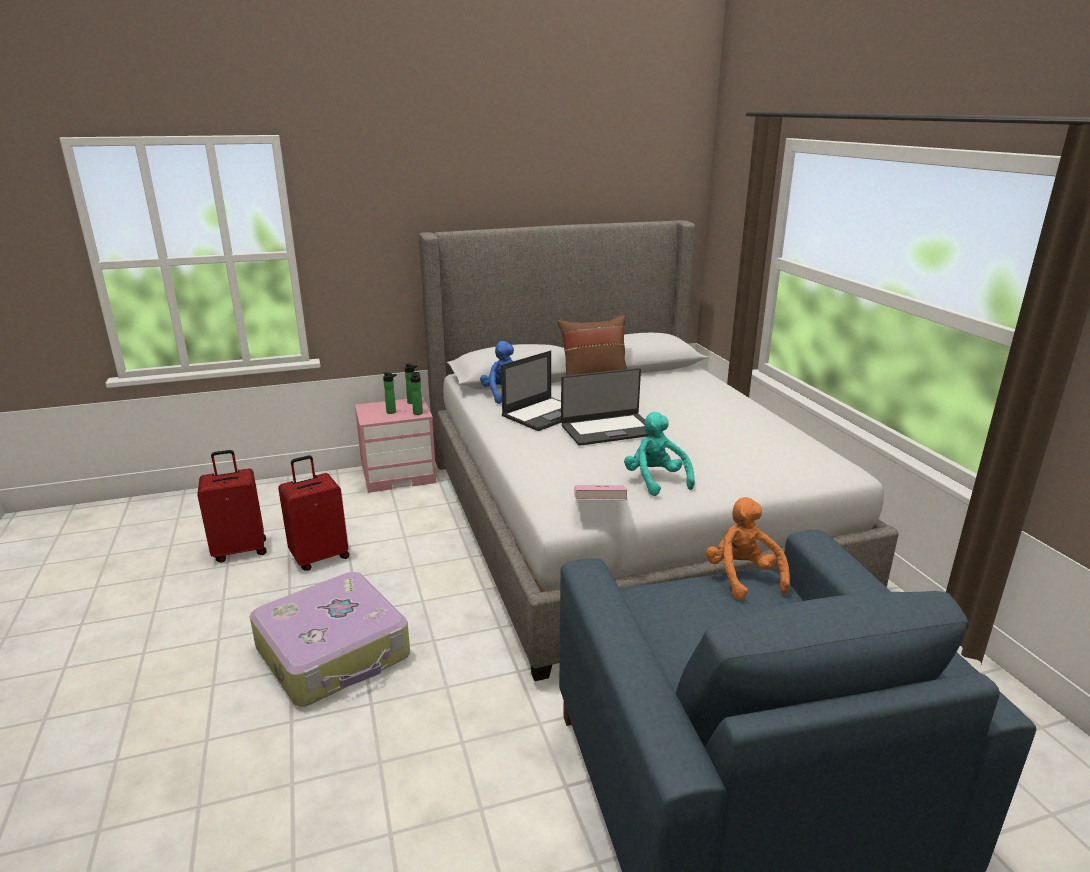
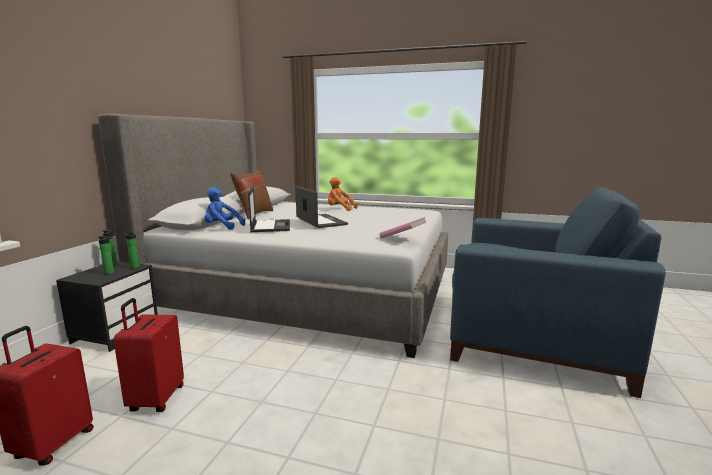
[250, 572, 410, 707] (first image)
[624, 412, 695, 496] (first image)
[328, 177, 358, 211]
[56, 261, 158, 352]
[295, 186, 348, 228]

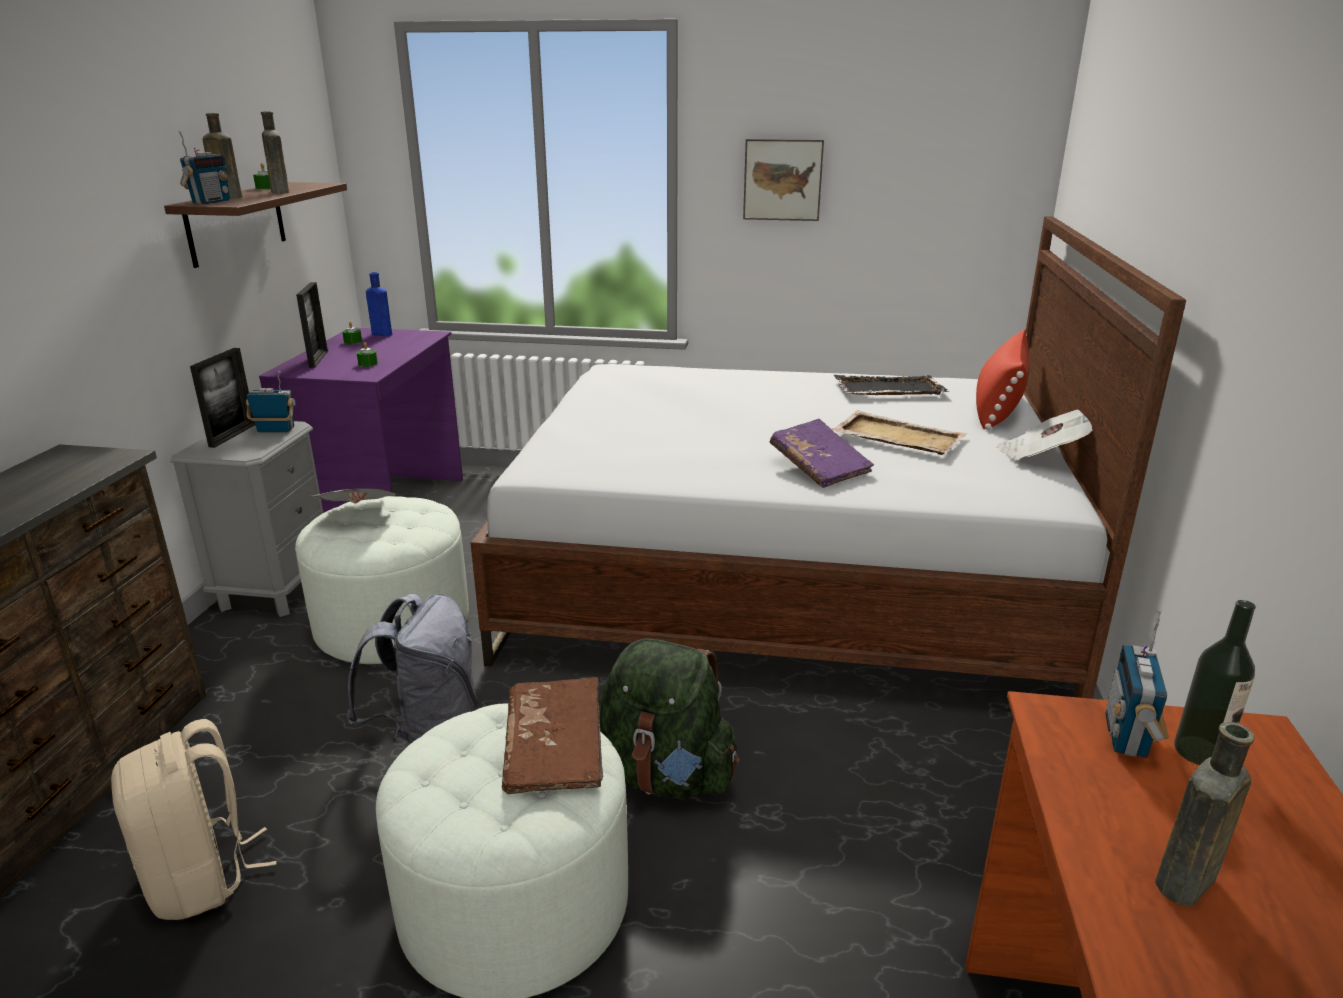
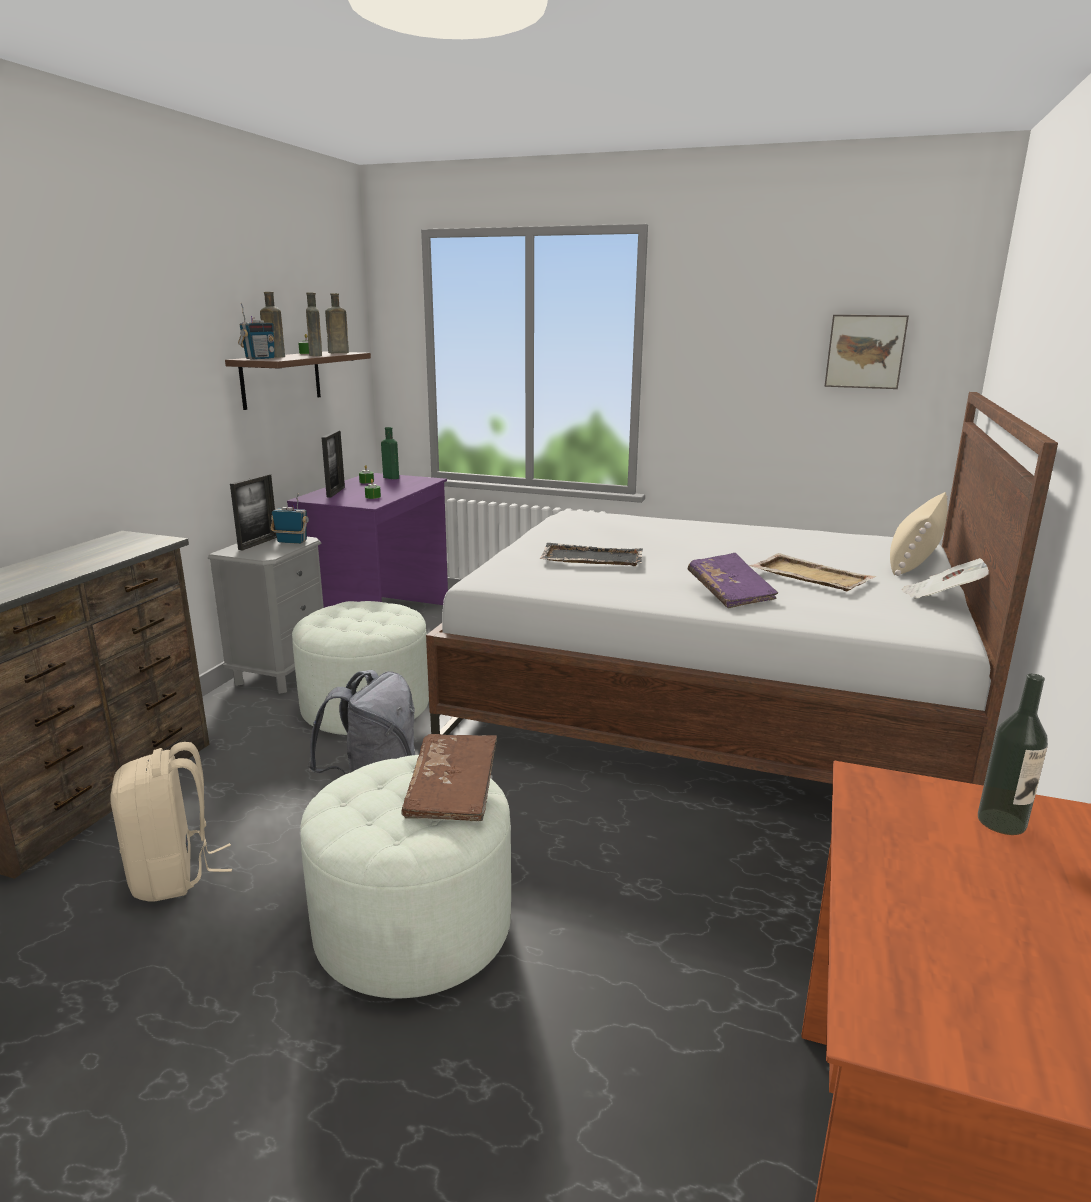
[312, 488, 397, 503] (first image)
[598, 638, 740, 798] (first image)
[1105, 611, 1169, 758] (first image)
[824, 315, 909, 389]
[539, 543, 642, 566]
[325, 293, 349, 353]
[381, 427, 399, 479]
[890, 492, 948, 576]

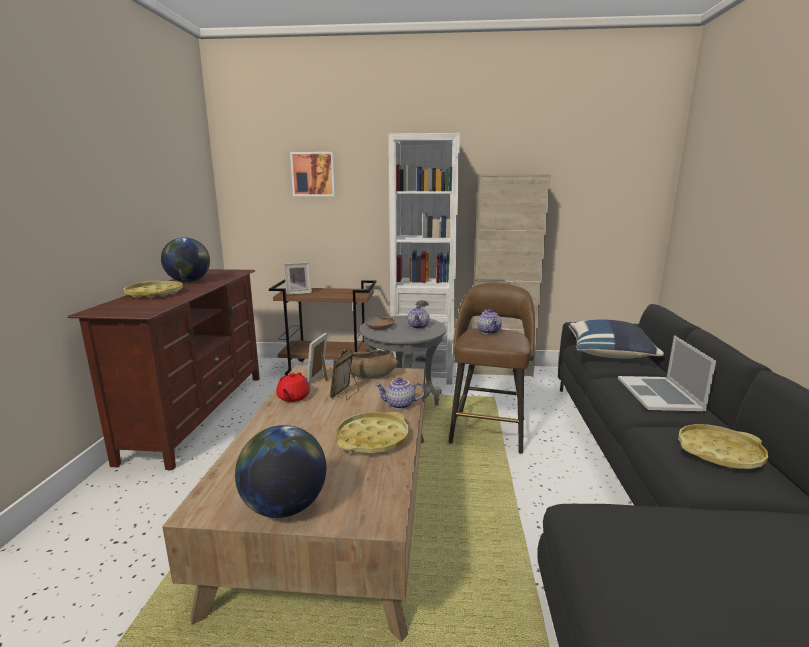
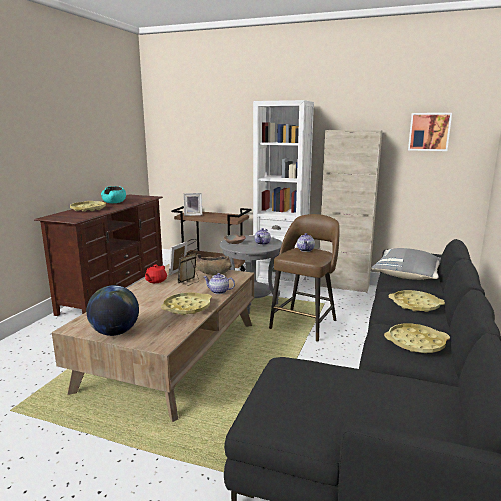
[408, 113, 452, 151]
[101, 186, 126, 204]
[389, 290, 445, 312]
[371, 248, 441, 280]

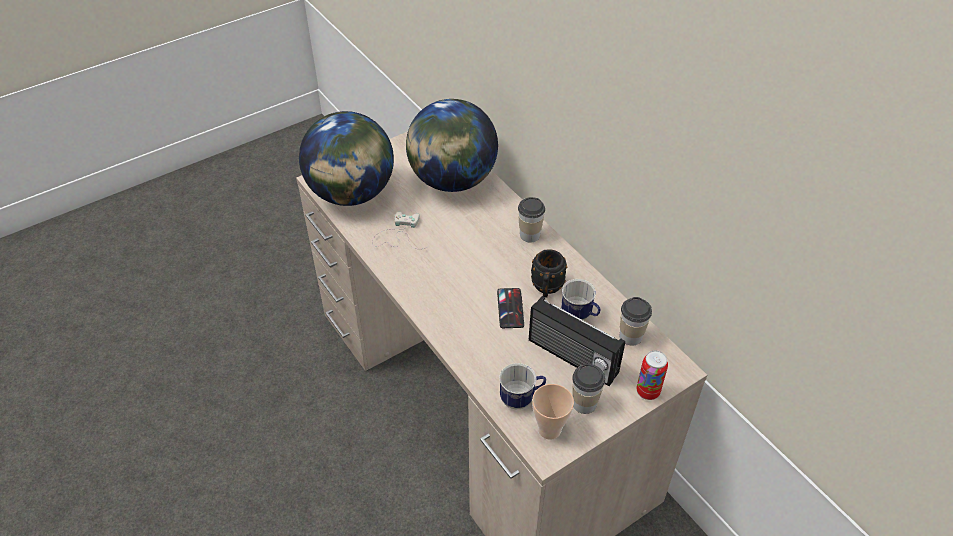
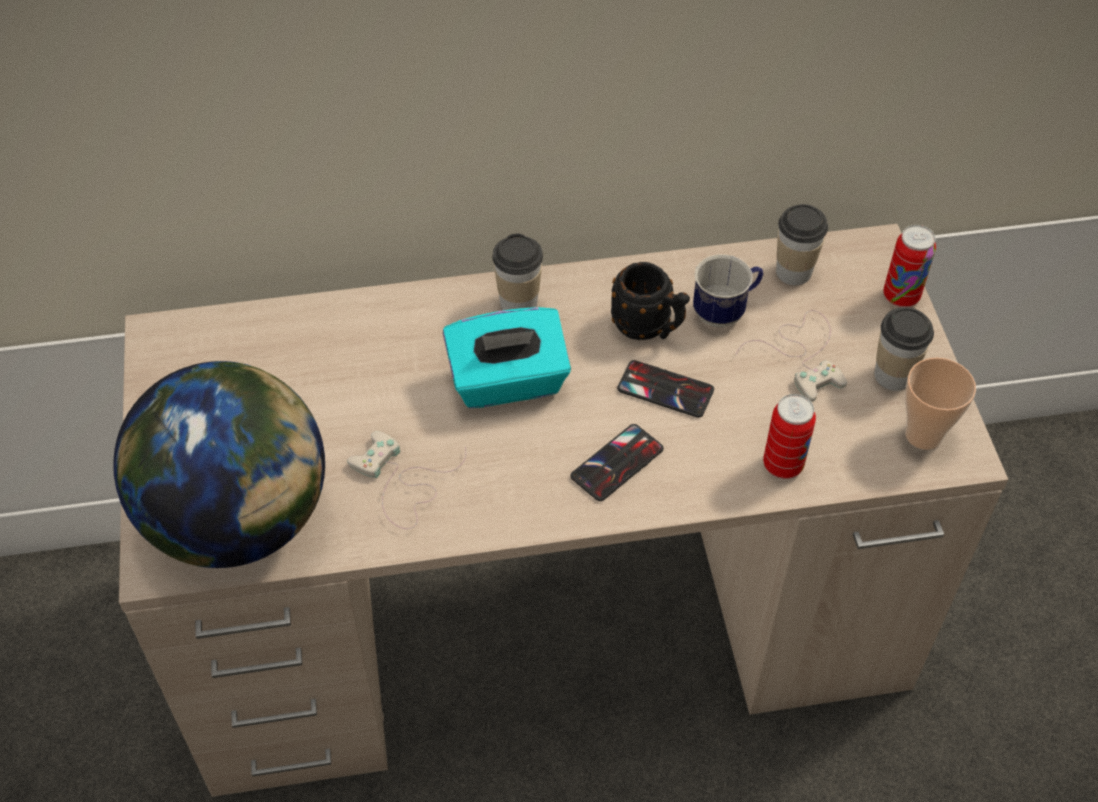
[406, 99, 498, 192] (first image)
[499, 363, 546, 409] (first image)
[443, 307, 571, 408]
[571, 424, 663, 501]
[763, 394, 816, 479]
[736, 310, 847, 402]

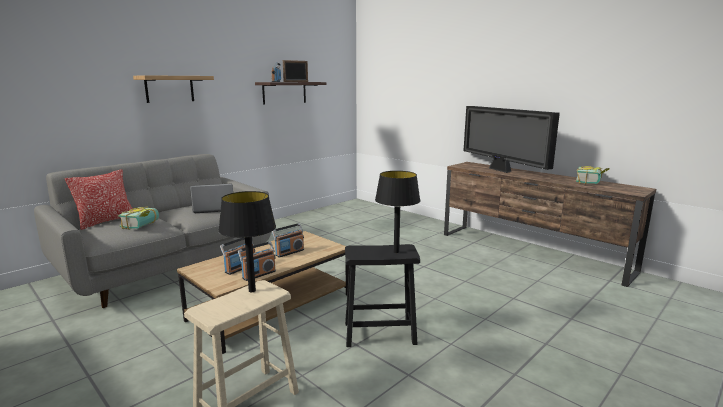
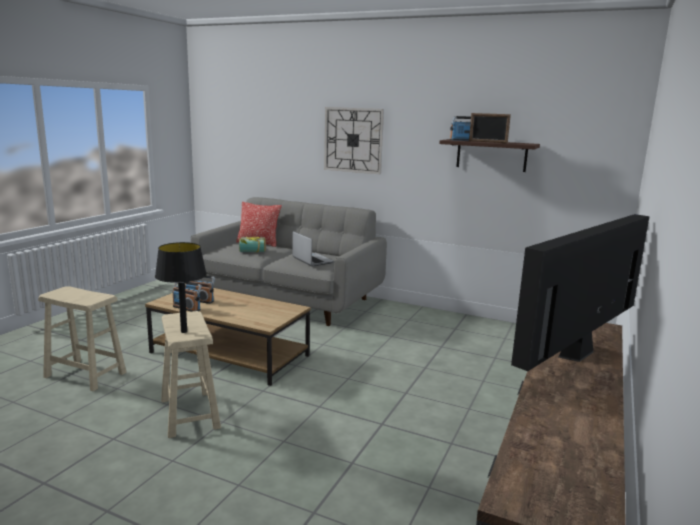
[218, 191, 276, 292] (first image)
[272, 223, 304, 258] (first image)
[576, 166, 610, 184] (first image)
[324, 107, 384, 174]
[161, 311, 221, 438]

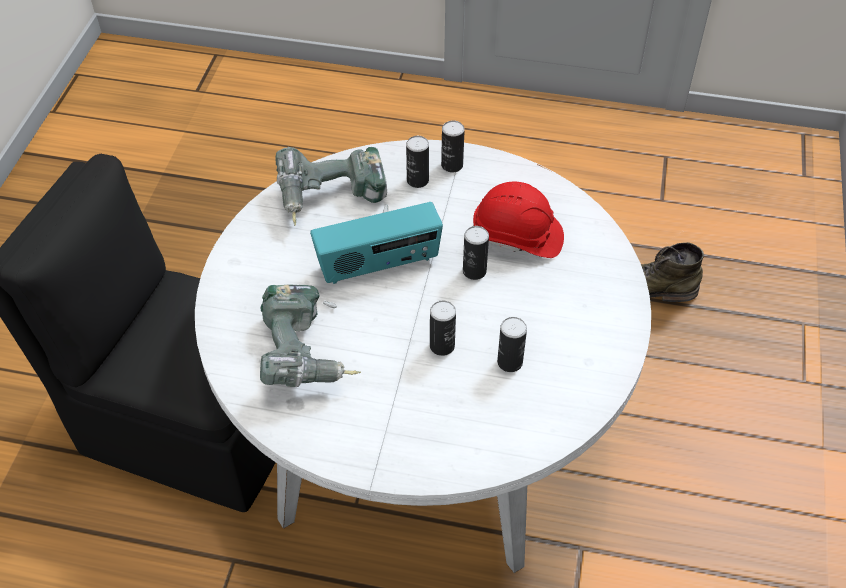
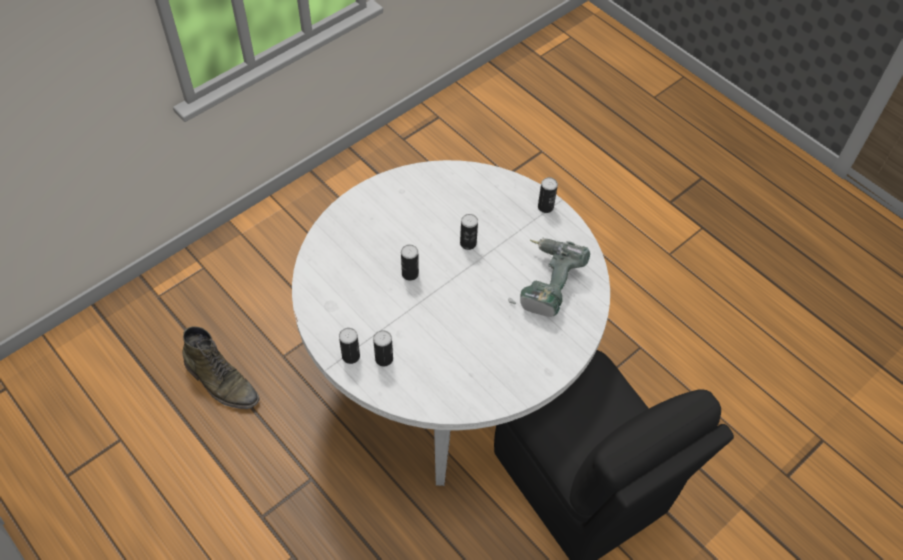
[276, 147, 388, 226] (first image)
[310, 202, 443, 284] (first image)
[473, 182, 564, 258] (first image)
[538, 177, 558, 213]

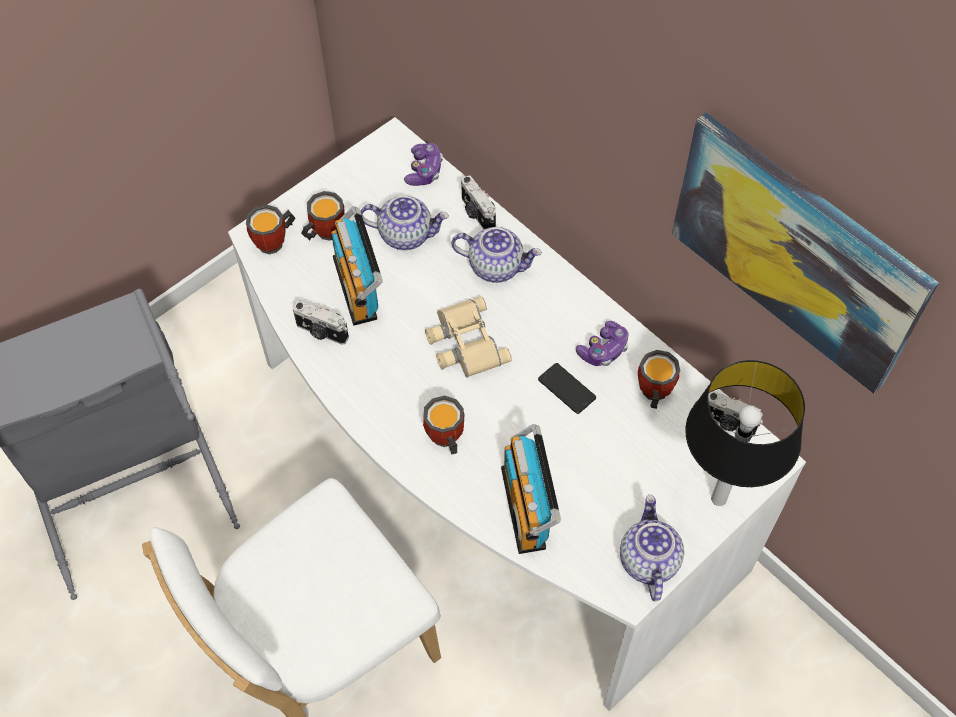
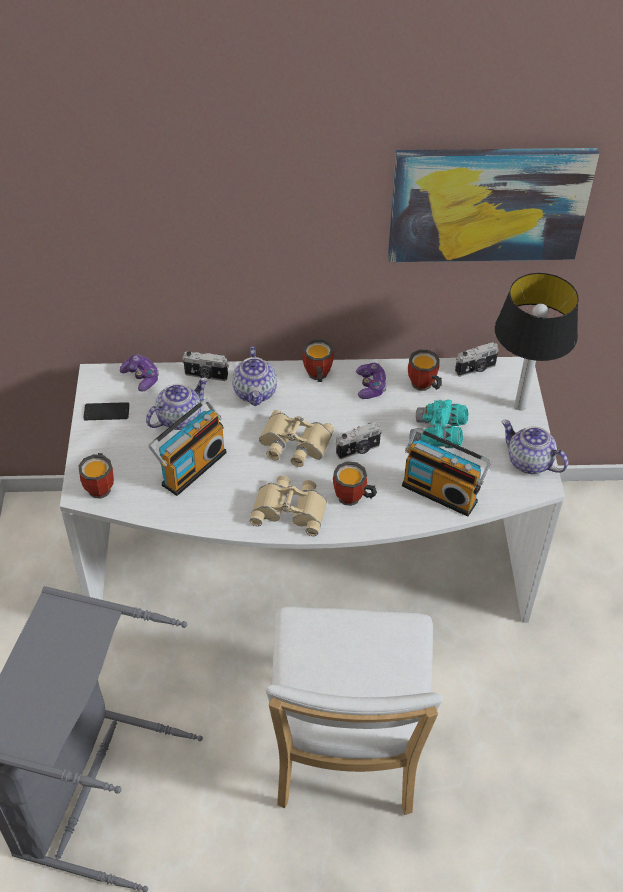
[250, 476, 327, 536]
[409, 399, 468, 448]
[336, 422, 382, 459]
[302, 339, 334, 382]
[83, 402, 129, 420]
[148, 399, 227, 496]
[232, 347, 277, 406]

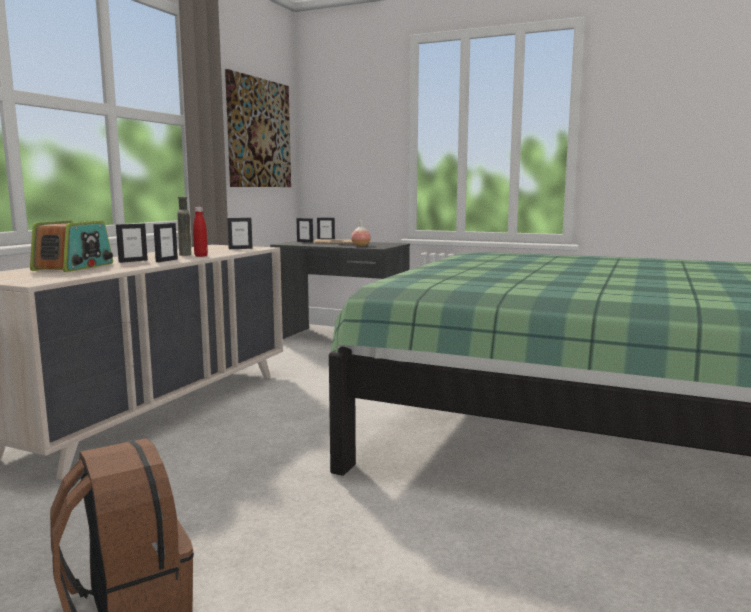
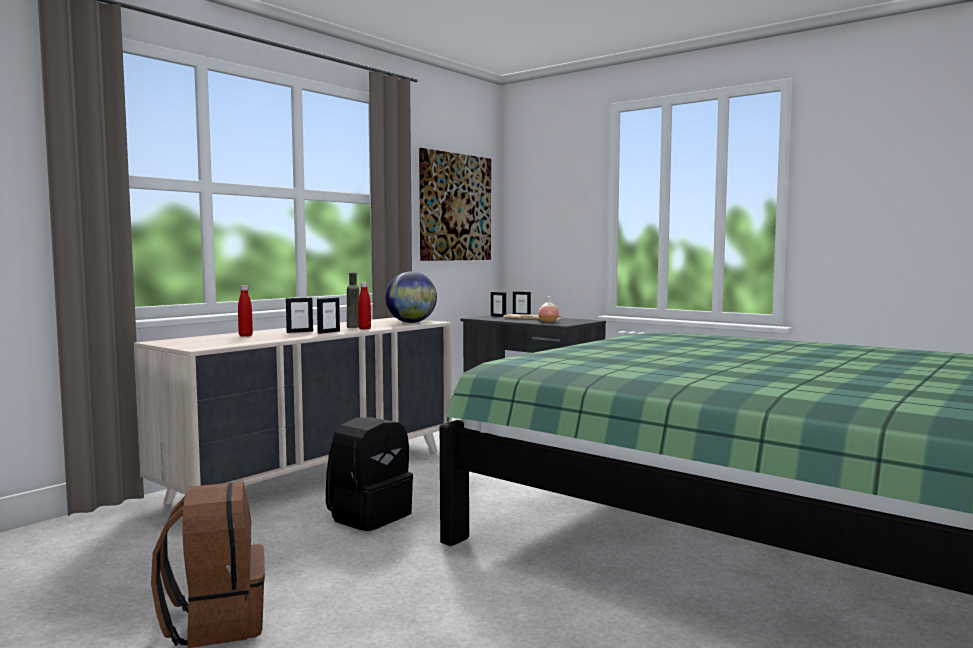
[326, 417, 413, 531]
[238, 285, 253, 337]
[385, 272, 437, 323]

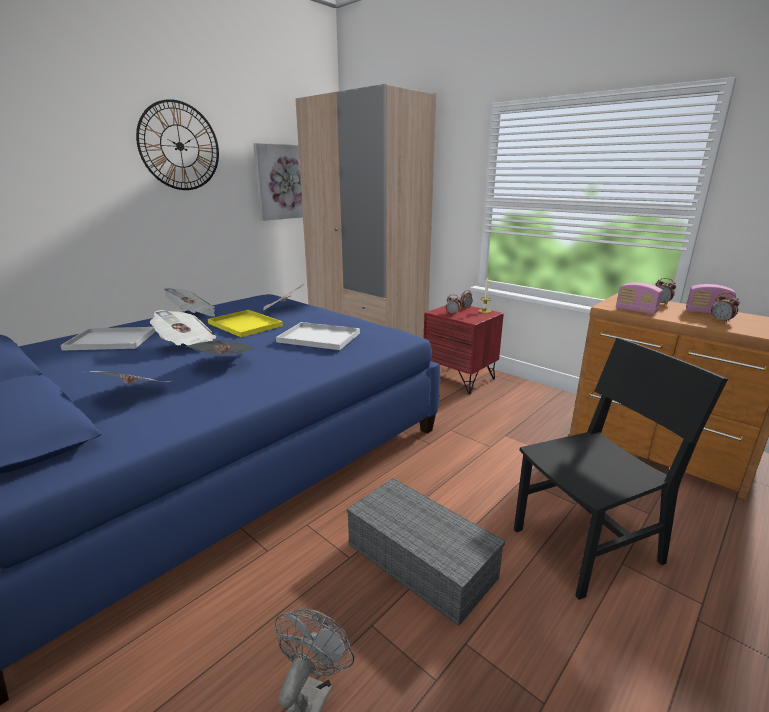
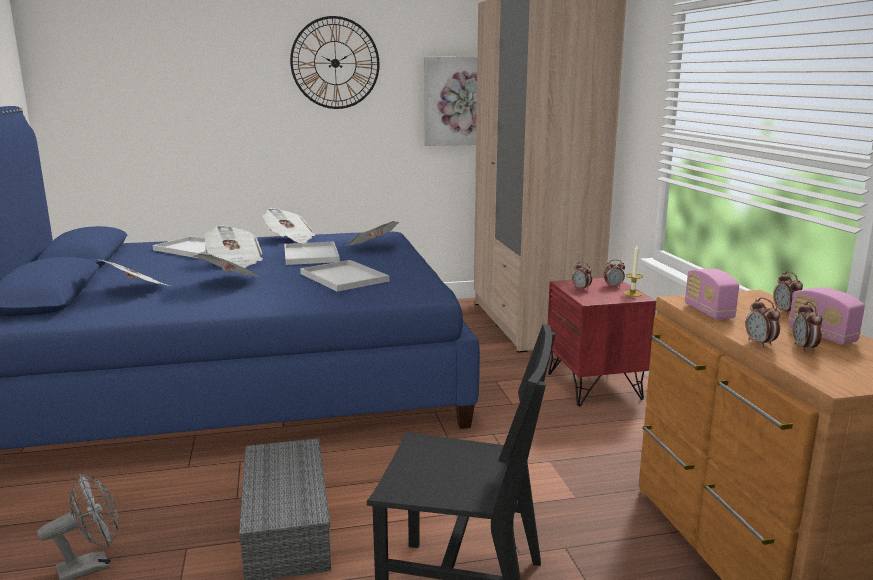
[745, 297, 780, 348]
[284, 242, 340, 265]

